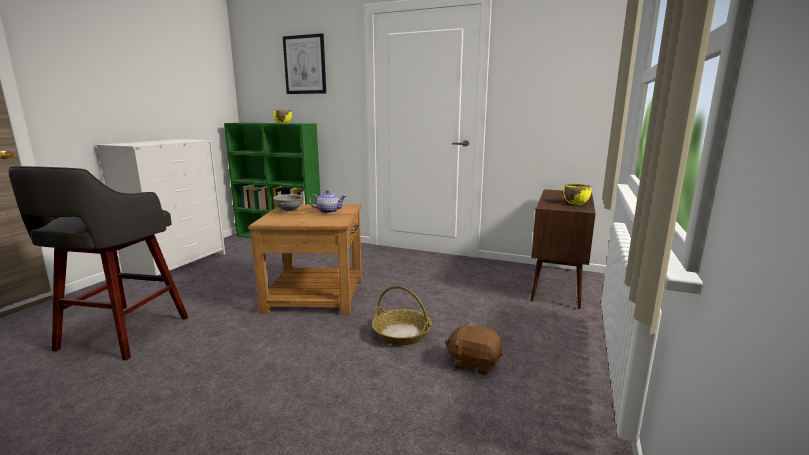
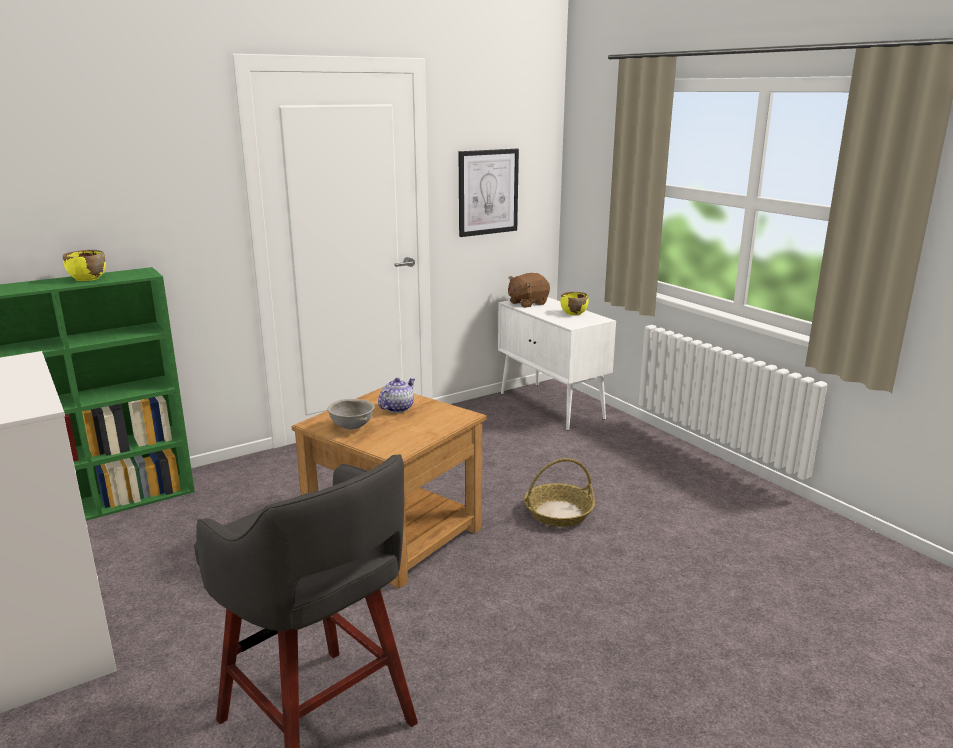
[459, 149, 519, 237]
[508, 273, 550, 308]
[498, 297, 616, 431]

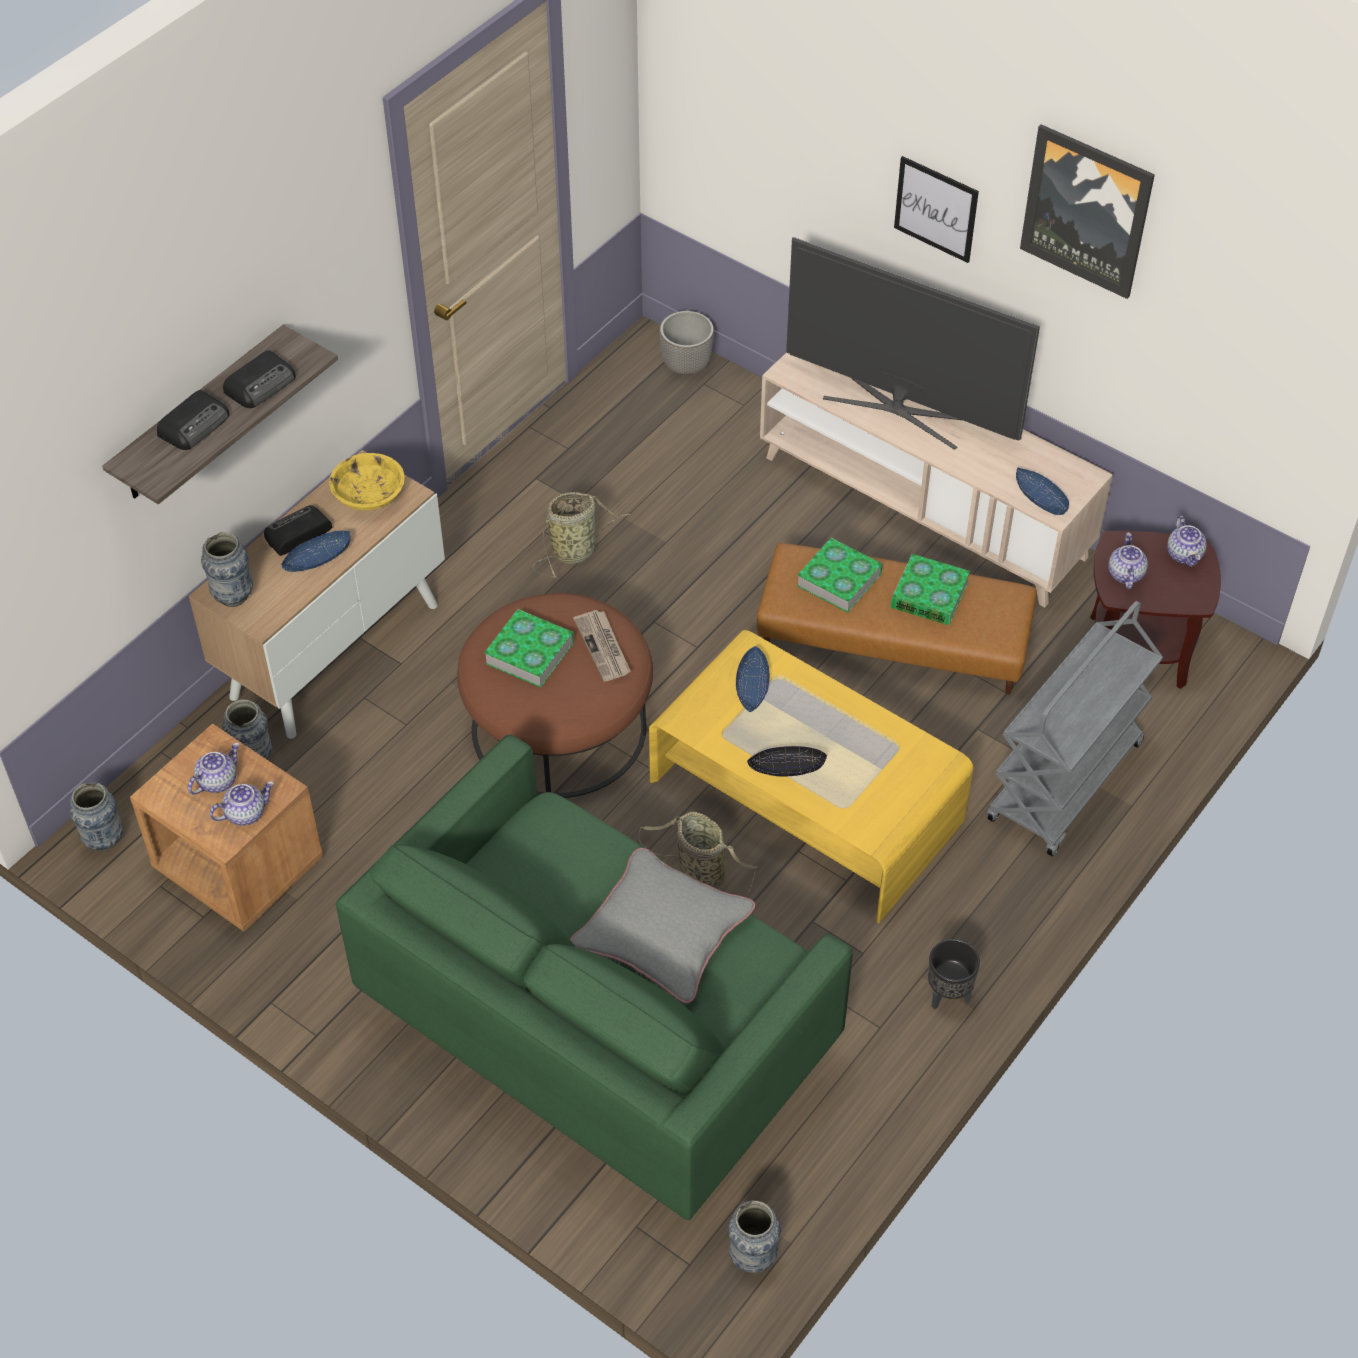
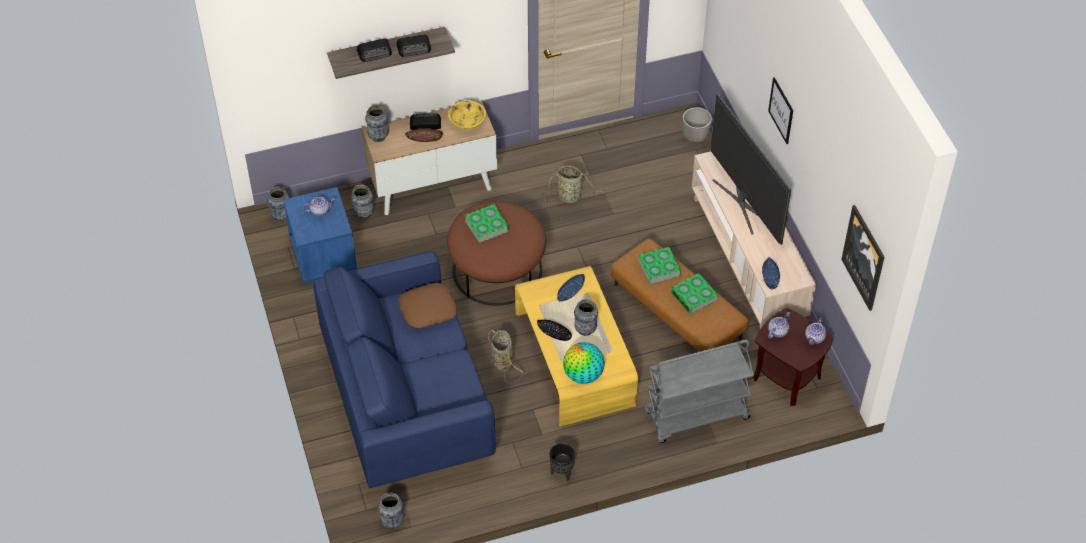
[210, 781, 274, 826] (first image)
[570, 848, 755, 1004] (first image)
[573, 610, 631, 682] (first image)
[399, 283, 457, 328]
[563, 342, 605, 384]
[574, 299, 598, 336]
[841, 205, 884, 311]
[283, 187, 357, 283]
[405, 128, 443, 142]
[313, 251, 496, 488]

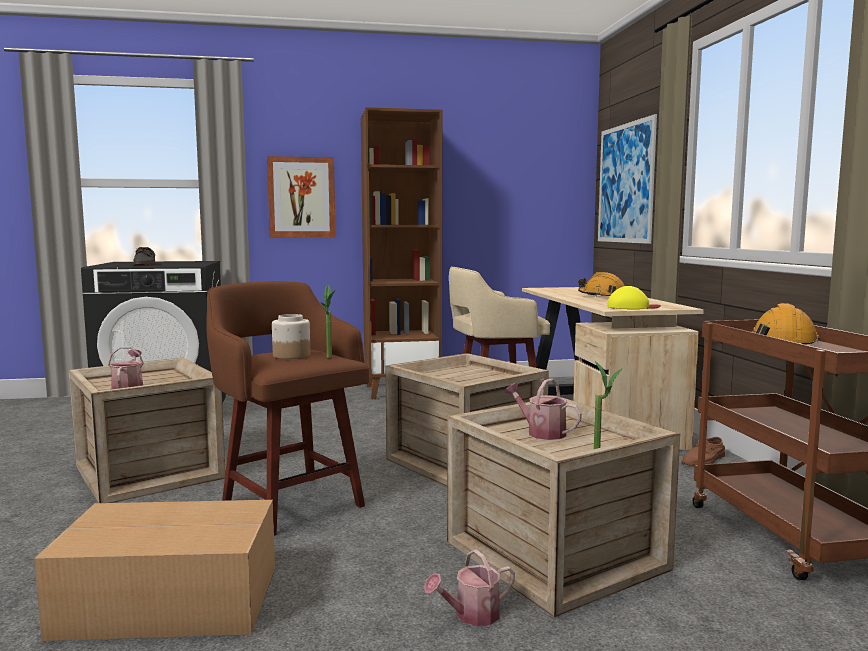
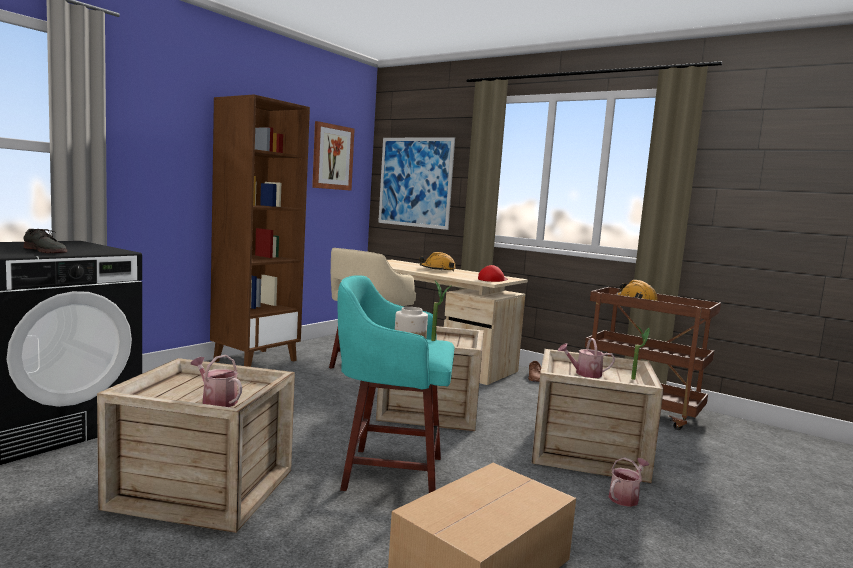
[312, 121, 355, 191]
[338, 275, 455, 493]
[478, 265, 508, 282]
[609, 457, 649, 507]

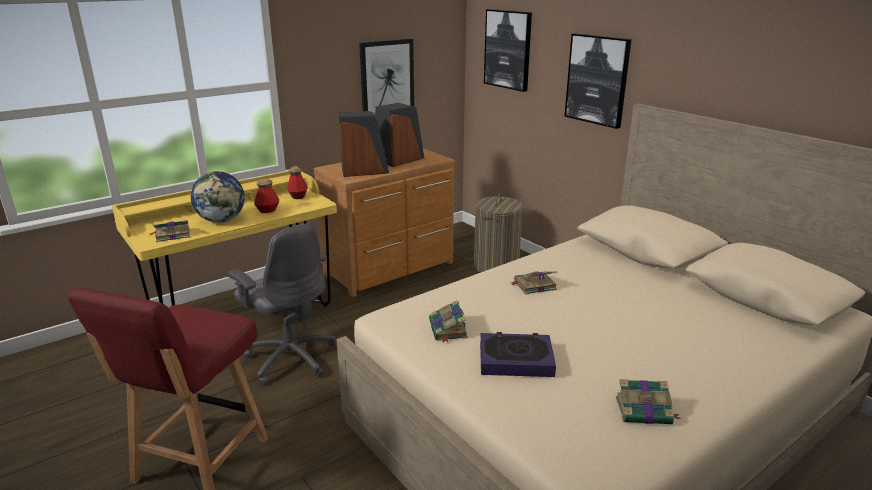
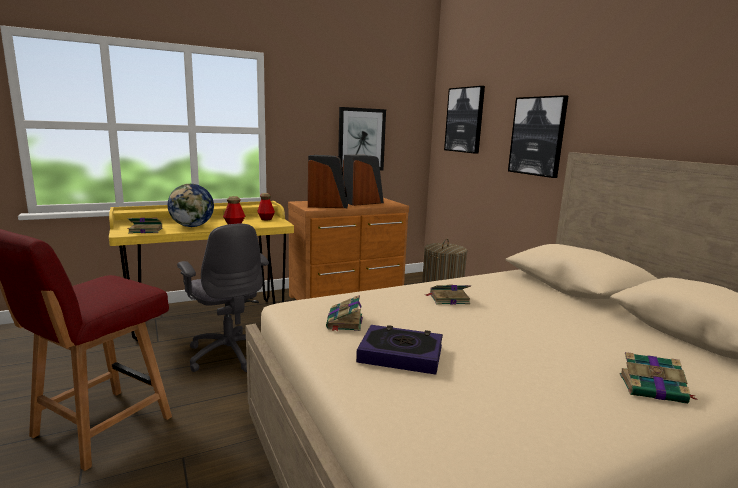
[620, 352, 698, 404]

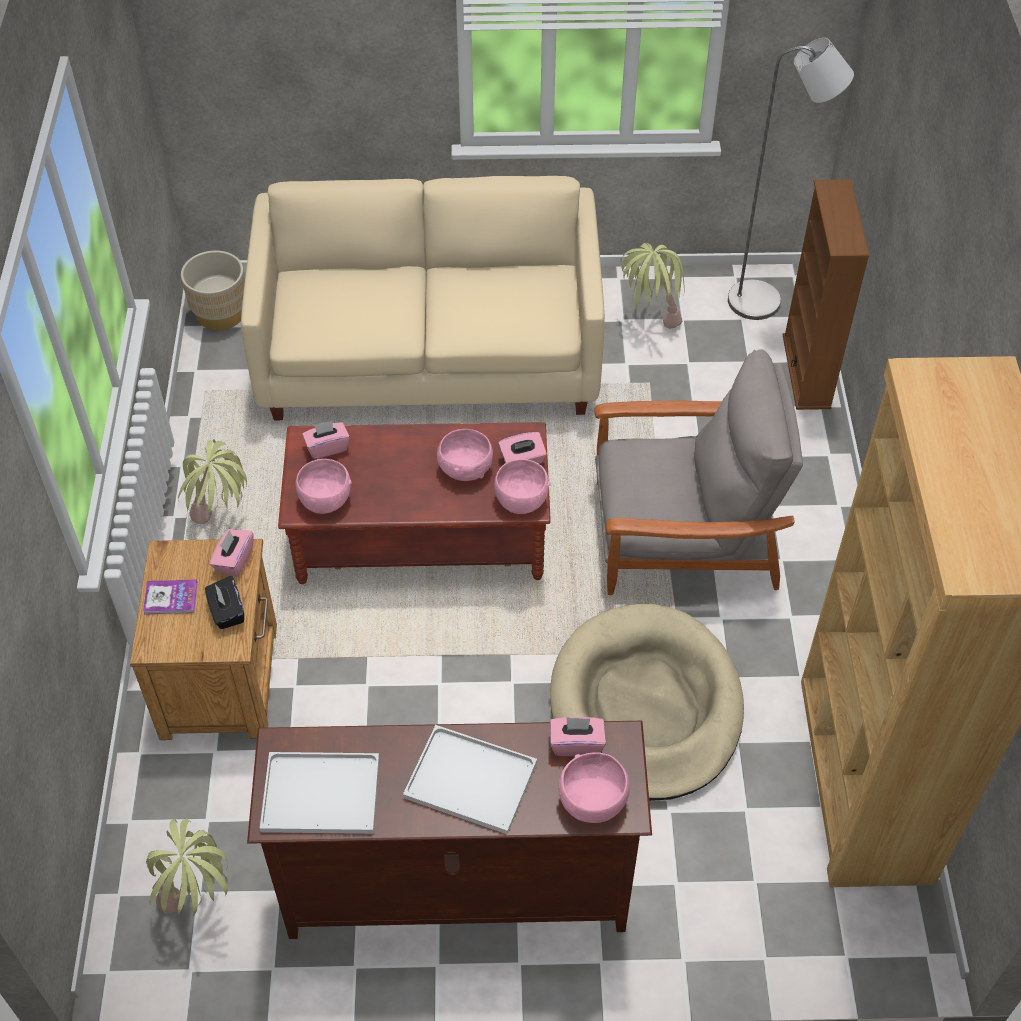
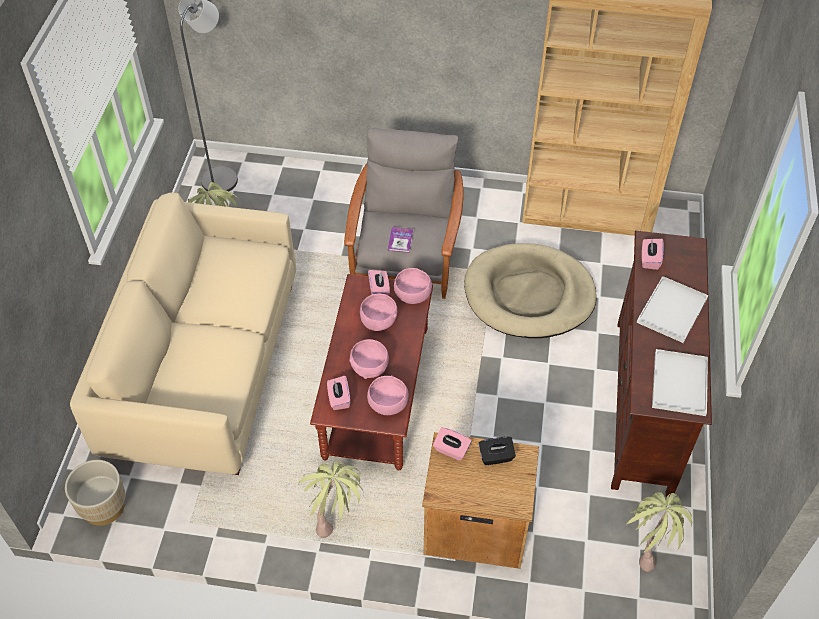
[783, 179, 870, 410] (first image)
[388, 227, 413, 253]
[349, 339, 389, 379]

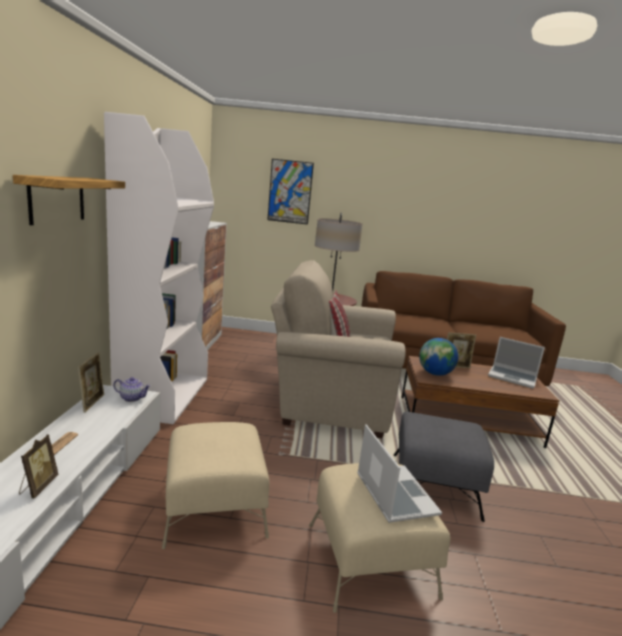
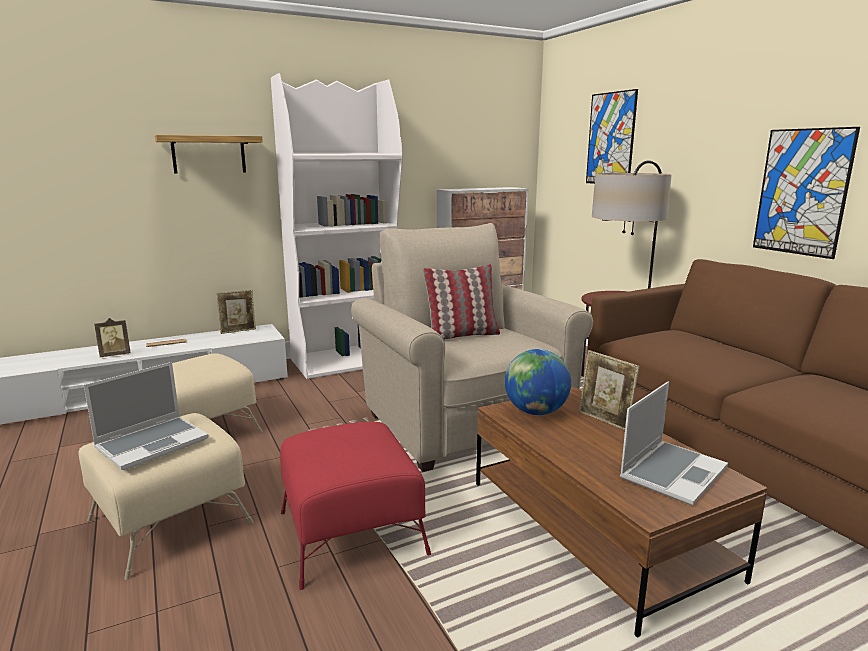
[113, 377, 151, 402] (first image)
[753, 127, 860, 259]
[280, 422, 431, 590]
[620, 382, 728, 505]

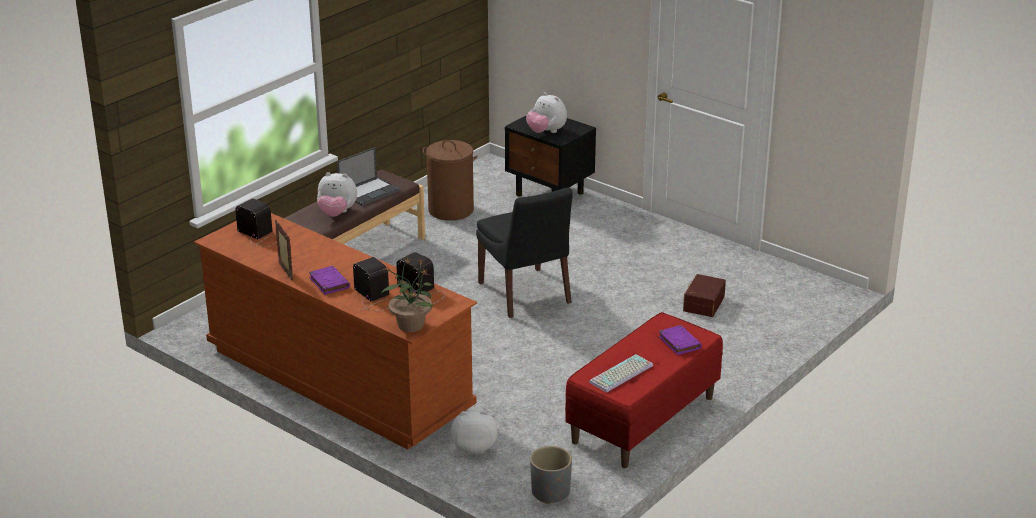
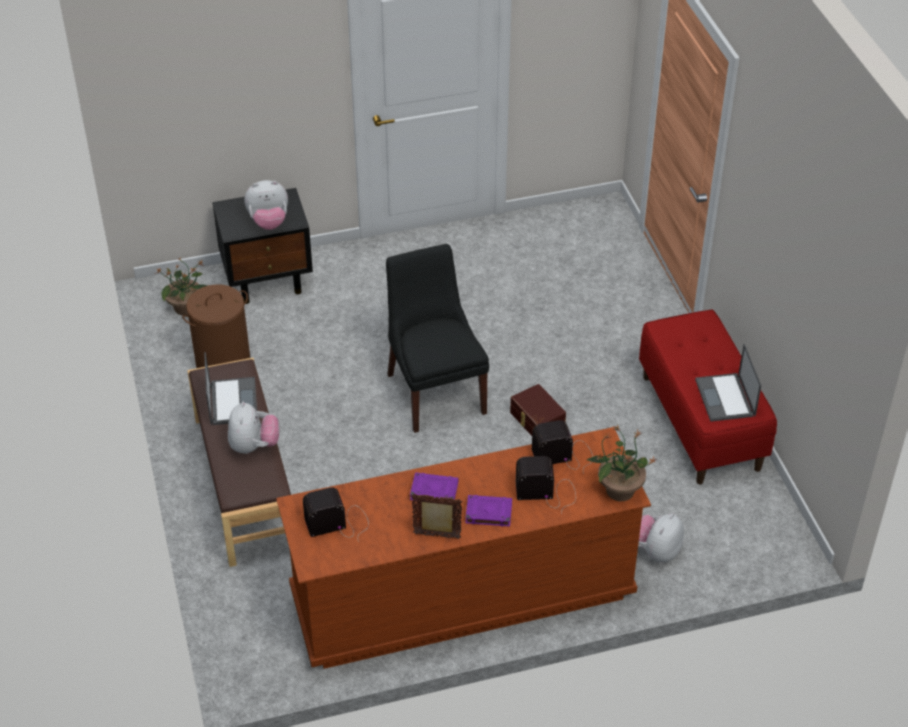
[530, 446, 572, 504] (first image)
[155, 258, 207, 315]
[410, 472, 459, 502]
[510, 384, 566, 436]
[695, 344, 761, 422]
[228, 401, 279, 454]
[386, 244, 489, 433]

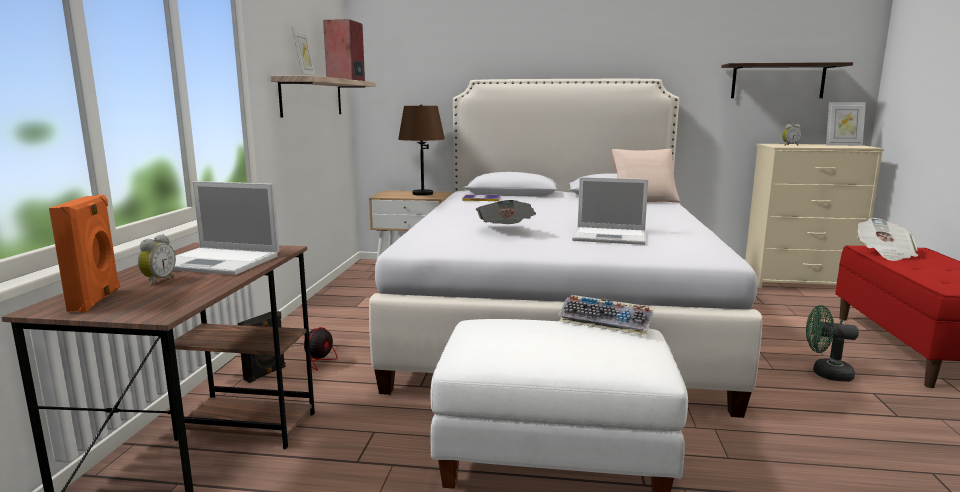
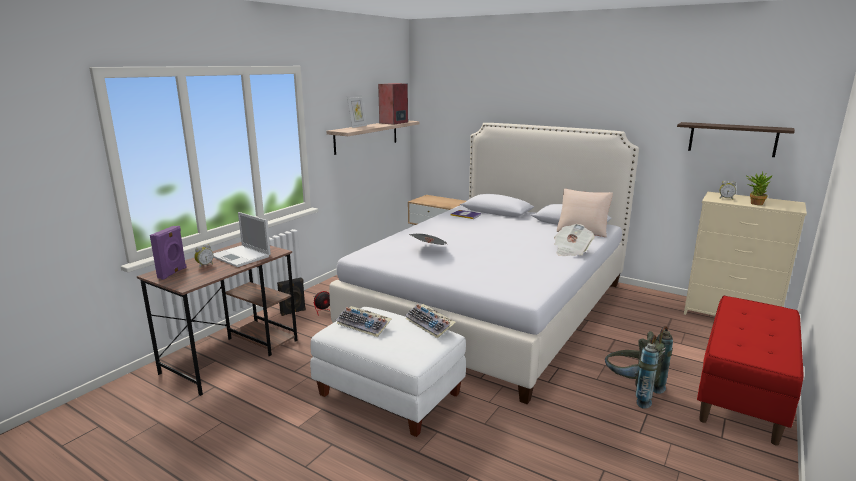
[398, 105, 445, 196] (first image)
[572, 177, 648, 245] (first image)
[826, 102, 866, 146] (first image)
[336, 306, 392, 337]
[747, 171, 773, 205]
[554, 224, 594, 256]
[605, 326, 673, 409]
[150, 226, 187, 280]

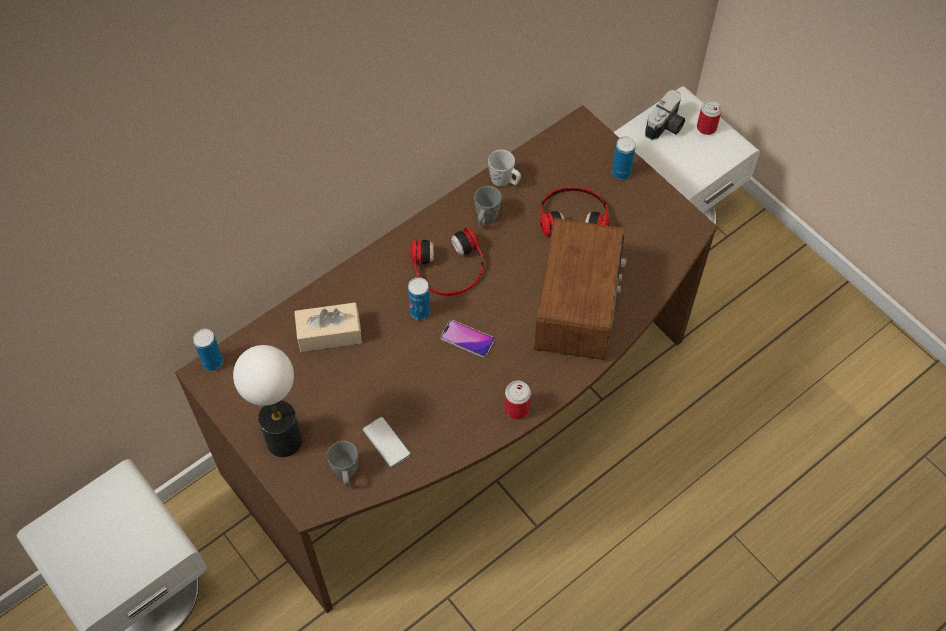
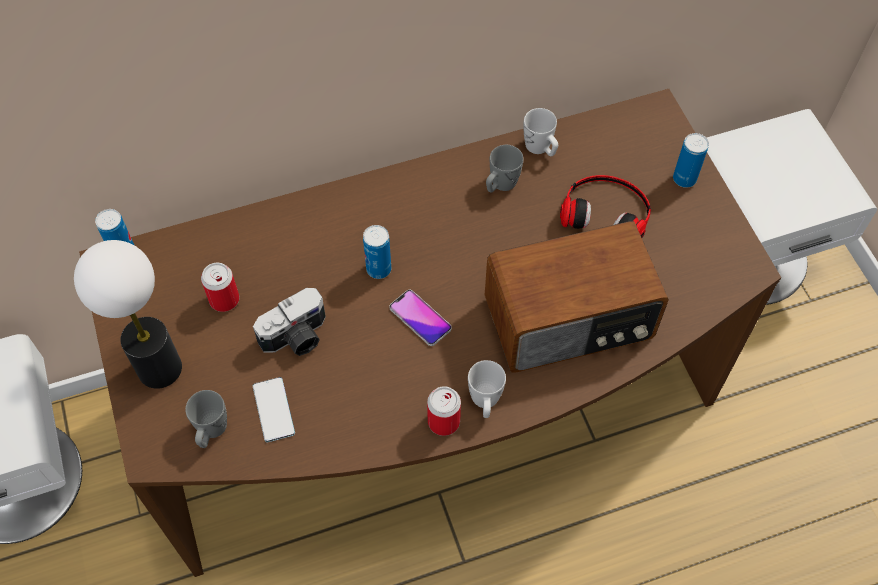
[294, 303, 362, 352] (first image)
[410, 227, 484, 296] (first image)
[468, 360, 506, 418]
[253, 288, 326, 356]
[201, 263, 239, 312]
[485, 221, 669, 373]

